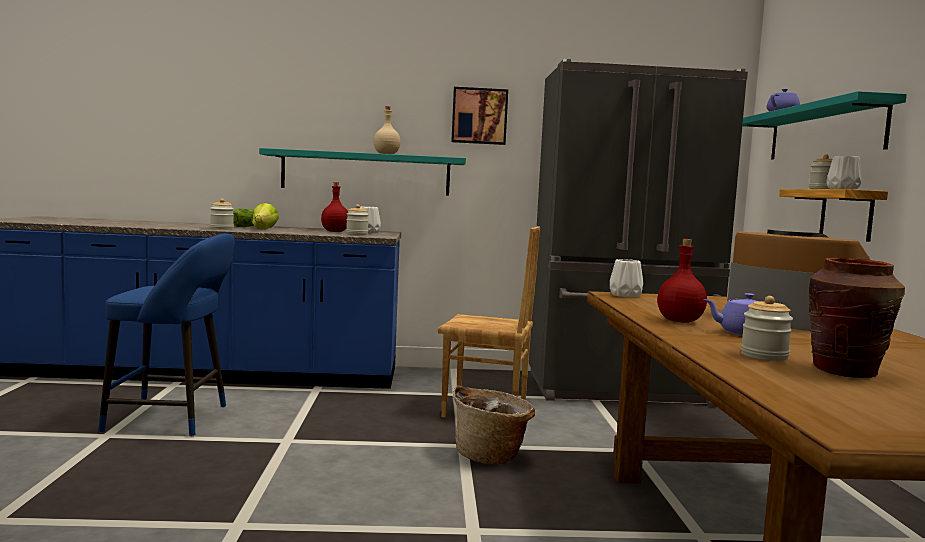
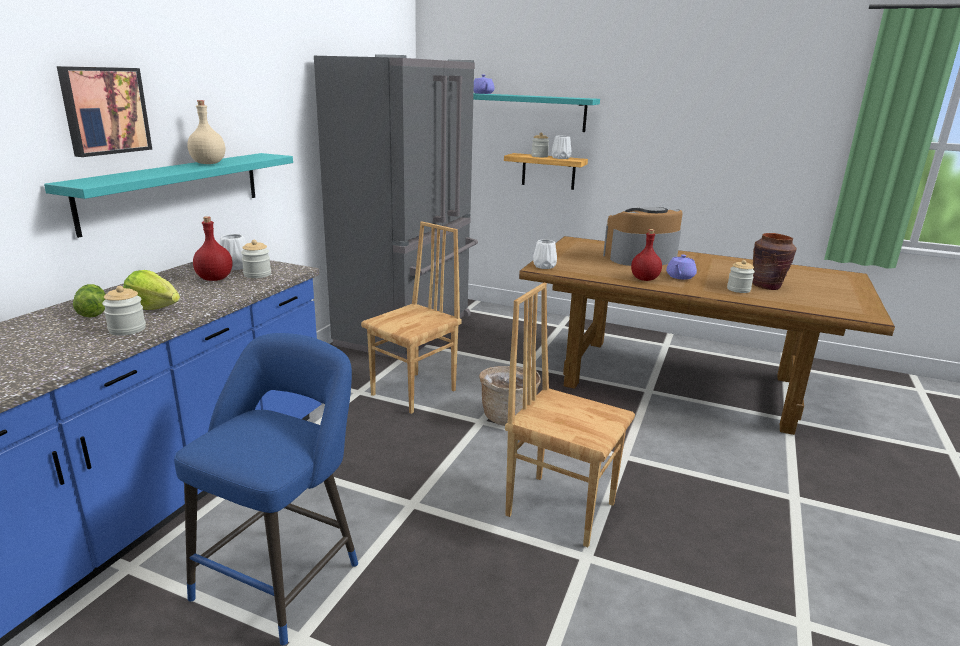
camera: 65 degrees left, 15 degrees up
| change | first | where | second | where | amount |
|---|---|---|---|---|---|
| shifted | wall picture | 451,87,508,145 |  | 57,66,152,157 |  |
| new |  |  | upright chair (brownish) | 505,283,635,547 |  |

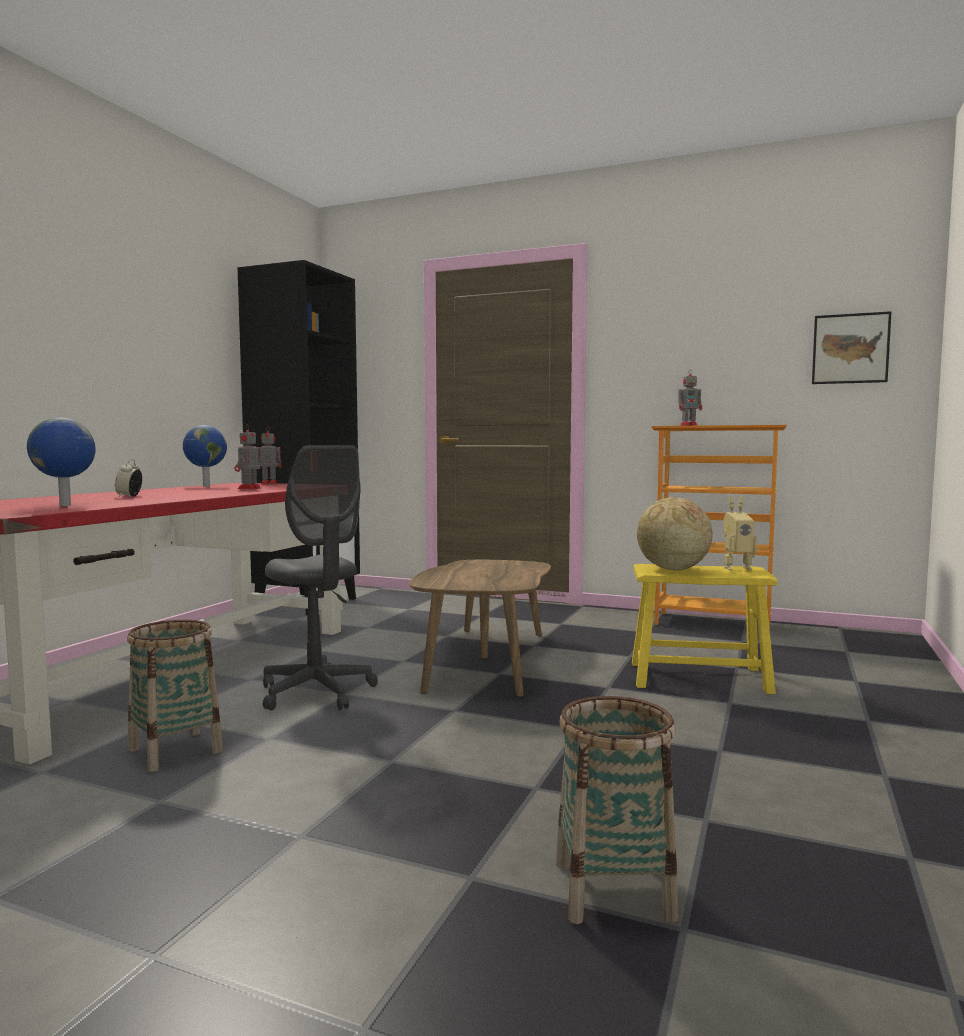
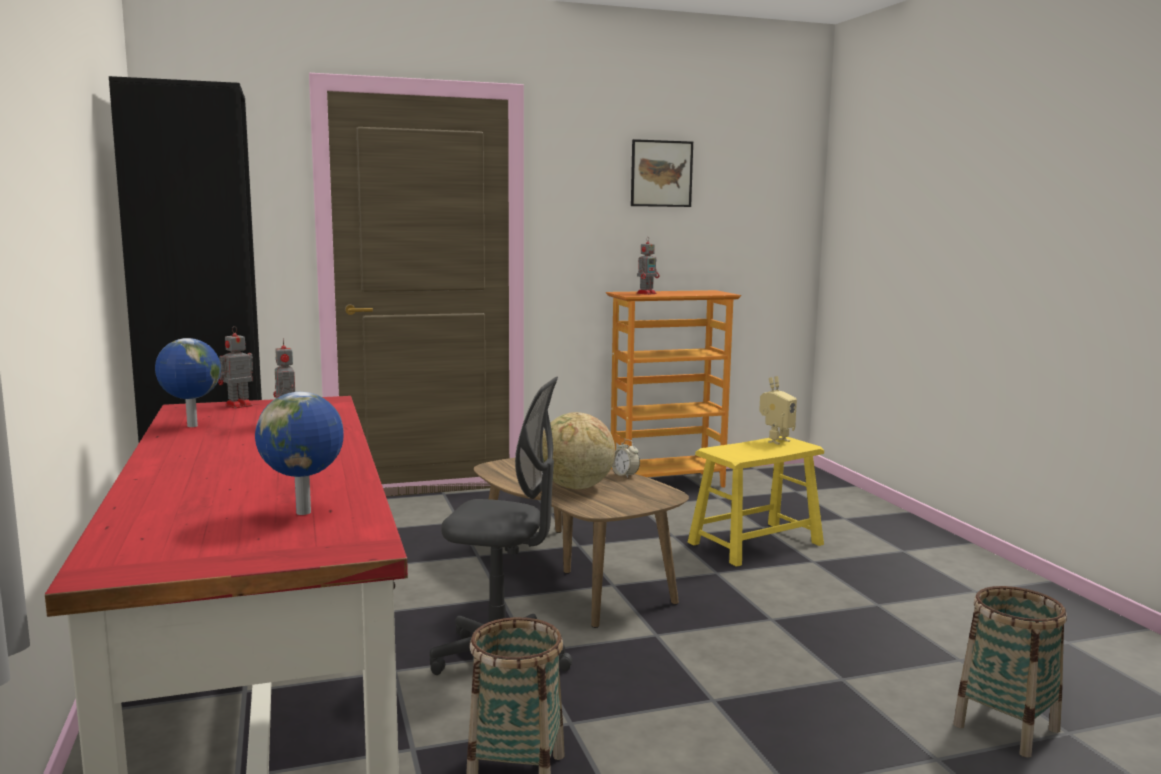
camera: 40 degrees left, 5 degrees up
| change | first | where | second | where | amount |
|---|---|---|---|---|---|
| shifted | world globe | 637,497,713,571 |  | 542,412,615,489 |  |
| shifted | alarm clock | 115,459,142,497 |  | 612,439,640,478 |  |
| shifted | wall picture | 812,311,892,384 |  | 631,139,693,207 |  |

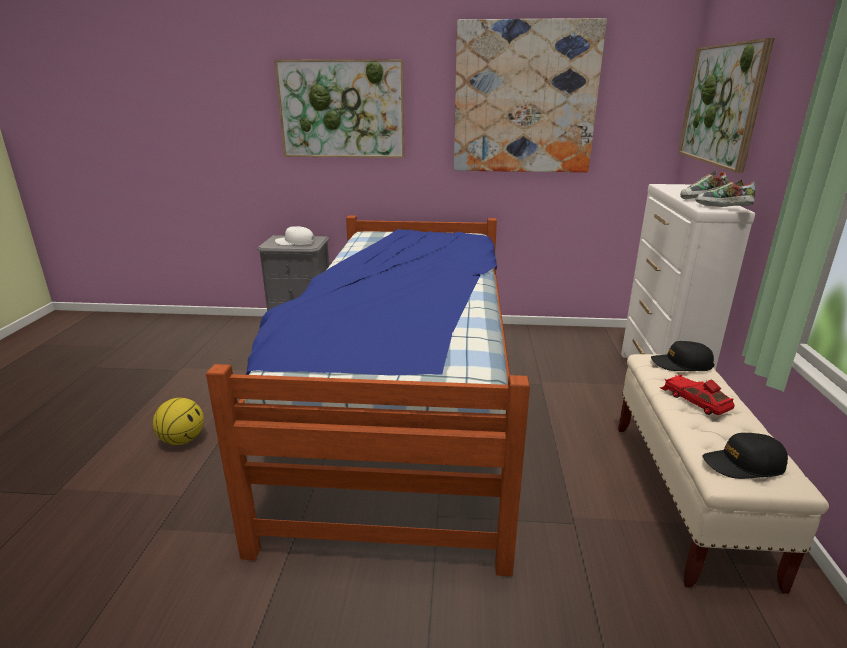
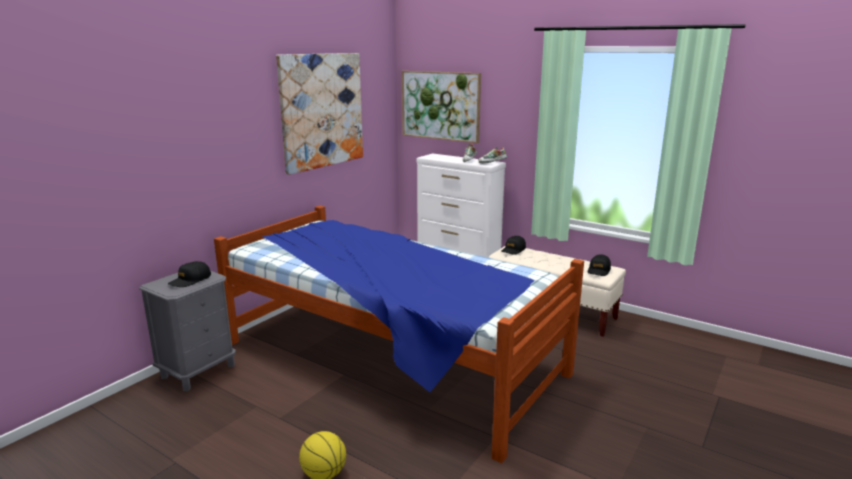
camera: 60 degrees left, 5 degrees down
| change | first | where | second | where | amount |
|---|---|---|---|---|---|
| repainted | peaked cap (white) | 275,226,315,246 | peaked cap (black) | 168,261,211,287 |  |
| gone | wall picture | 274,59,405,158 |  |  |  |
| gone | miniature car (red-coloured) | 660,374,735,415 |  |  |  |

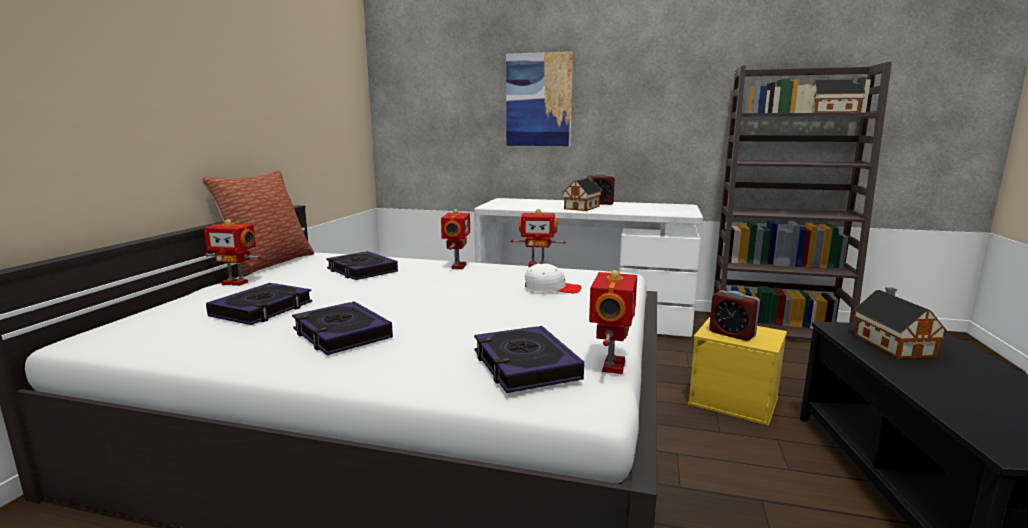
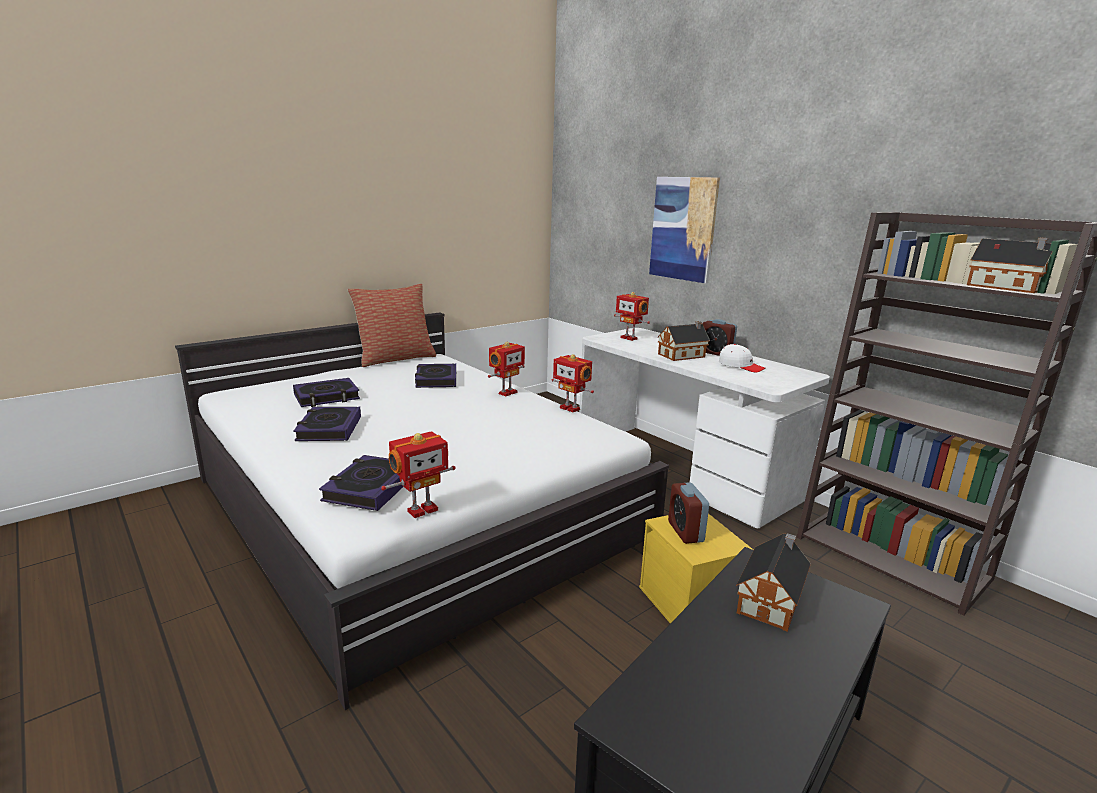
camera: 35 degrees right, 5 degrees up
| change | first | where | second | where | amount |
|---|---|---|---|---|---|
| shifted | model robot | 204,219,262,286 |  | 614,292,650,341 |  |
| shifted | peaked cap (white) | 525,263,581,293 |  | 719,344,765,372 |  |

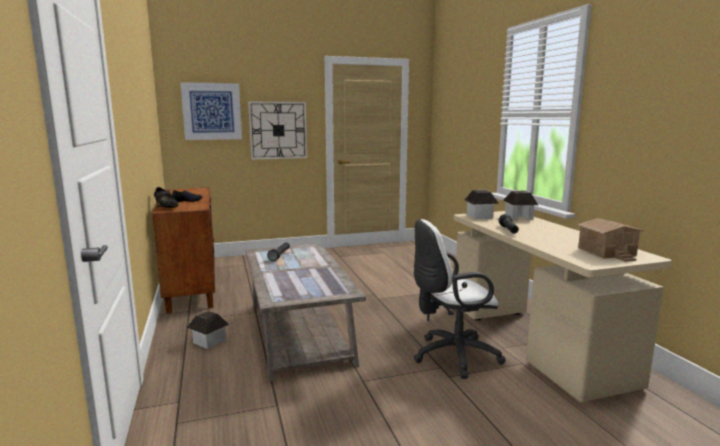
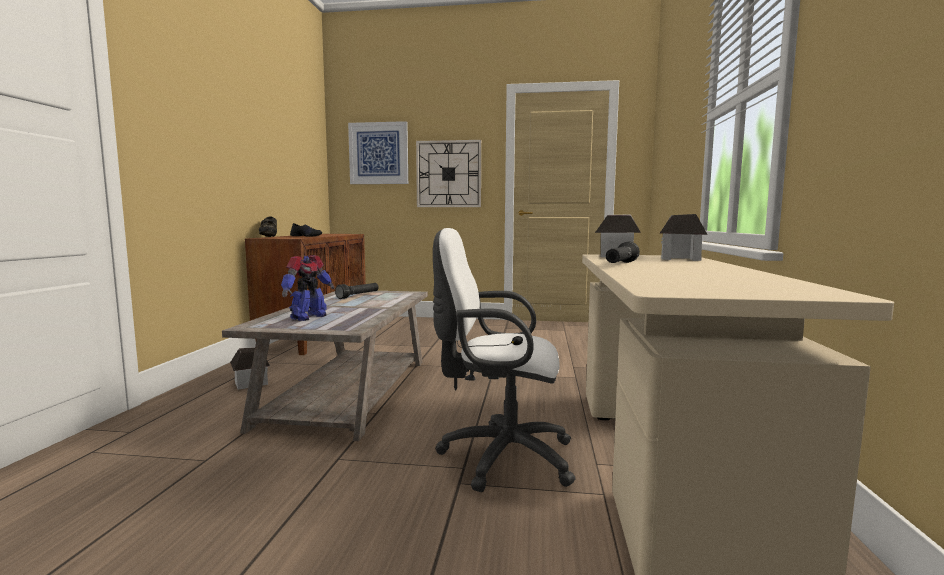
camera: 25 degrees right, 5 degrees down
| change | first | where | second | where | amount |
|---|---|---|---|---|---|
| new |  |  | model robot | 281,255,335,321 |  |
| gone | toy house | 577,218,644,262 |  |  |  |

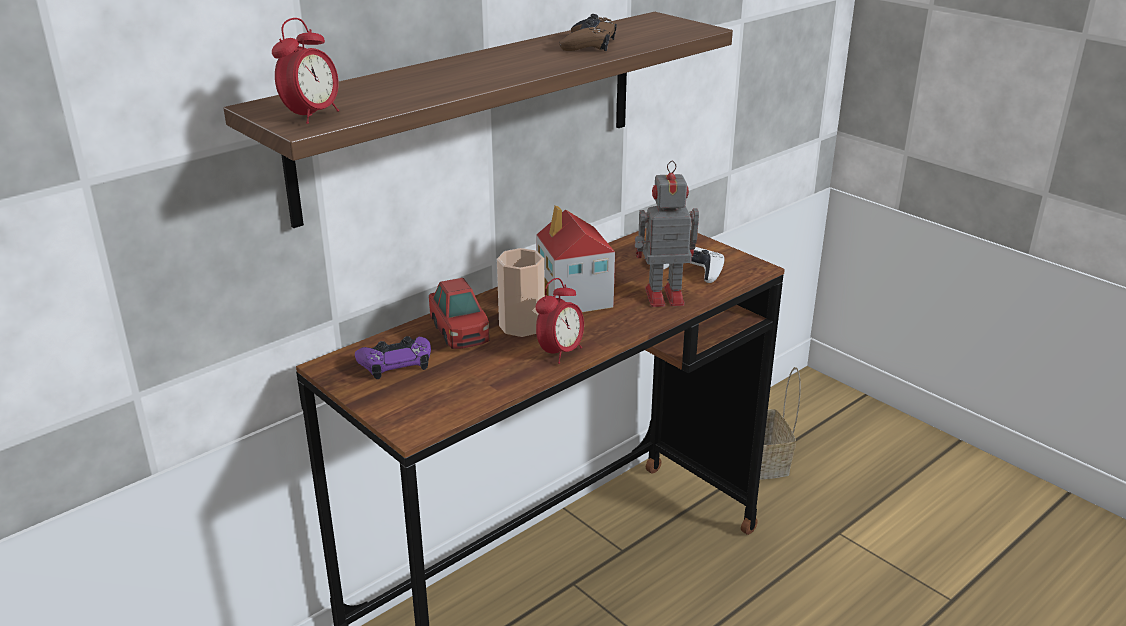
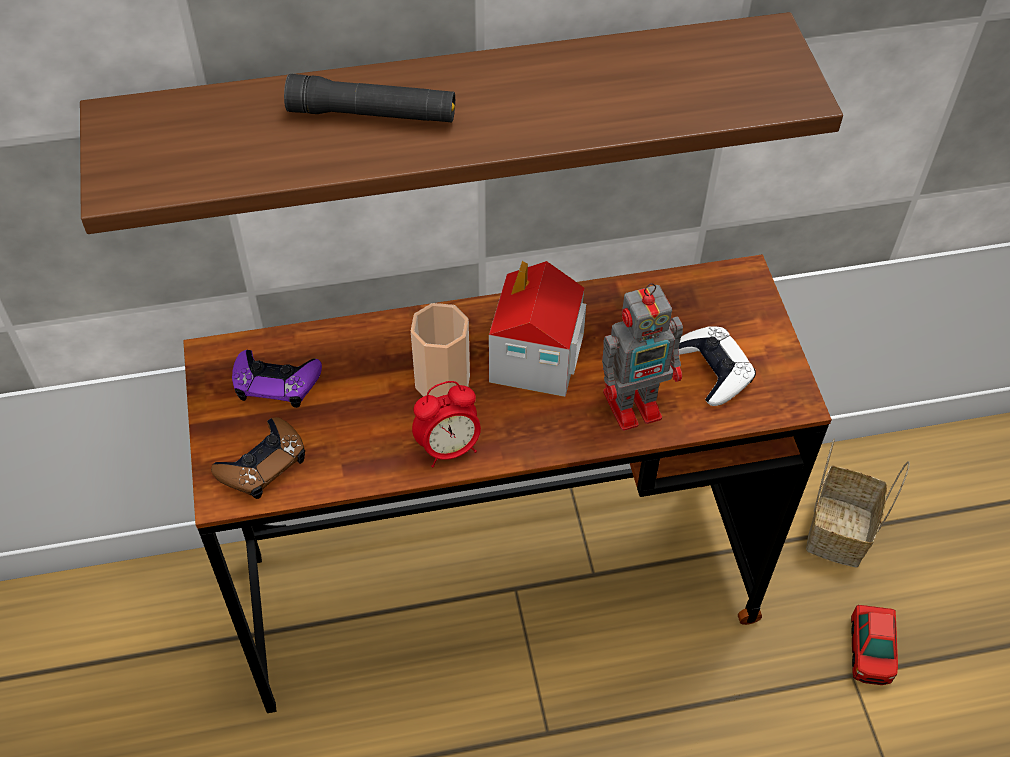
camera: 30 degrees right, 25 degrees up
| change | first | where | second | where | amount |
|---|---|---|---|---|---|
| shifted | game controller (brownish) | 559,14,617,51 |  | 211,417,305,499 |  |
| new |  |  | torch (black) | 284,74,455,122 |  |
| rotated | model robot | 634,160,699,307 |  | 602,283,683,431 | 135 degrees clockwise |
| shifted | miniature car | 429,278,489,349 |  | 851,605,898,685 |  |
| gone | alarm clock | 272,18,339,124 |  |  |  |

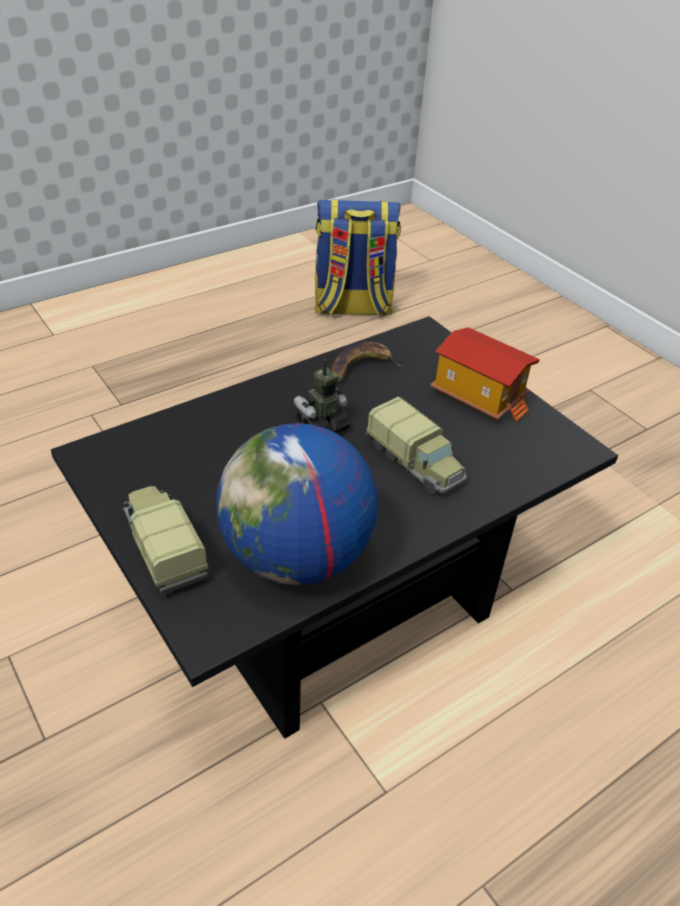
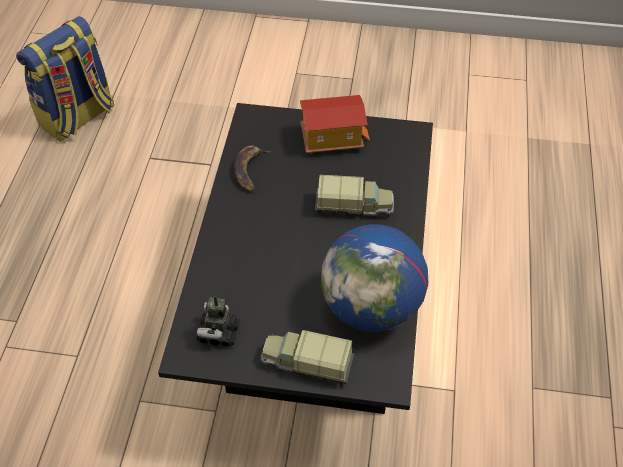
camera: 45 degrees left, 10 degrees up
| change | first | where | second | where | amount |
|---|---|---|---|---|---|
| shifted | model robot | 294,359,350,433 |  | 196,296,240,347 |  |

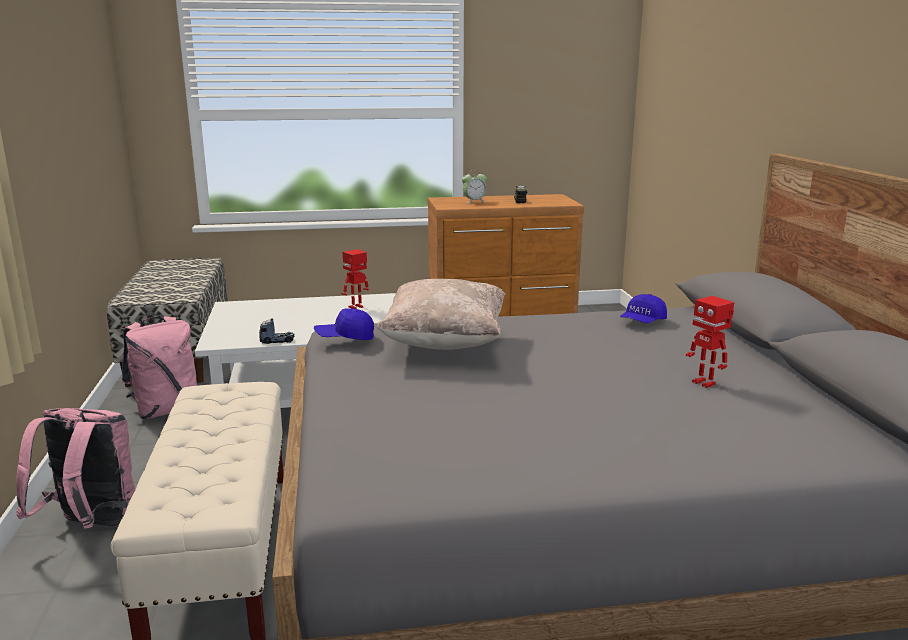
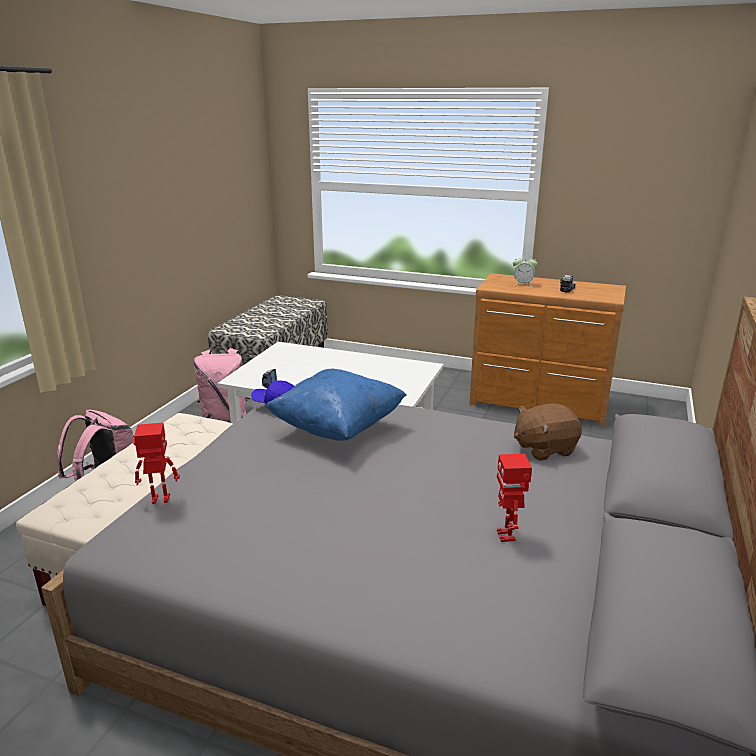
camera: 30 degrees right, 5 degrees up
| change | first | where | second | where | amount |
|---|---|---|---|---|---|
| shifted | model robot | 341,249,369,309 |  | 133,423,180,504 |  |
| repainted | pillow (beige-coloured) | 376,279,505,350 | pillow (bluish) | 265,369,407,441 |  |
| swapped | peaked cap (bluish) | 620,294,667,323 | cuddly toy (brownish) | 514,403,582,461 |  |

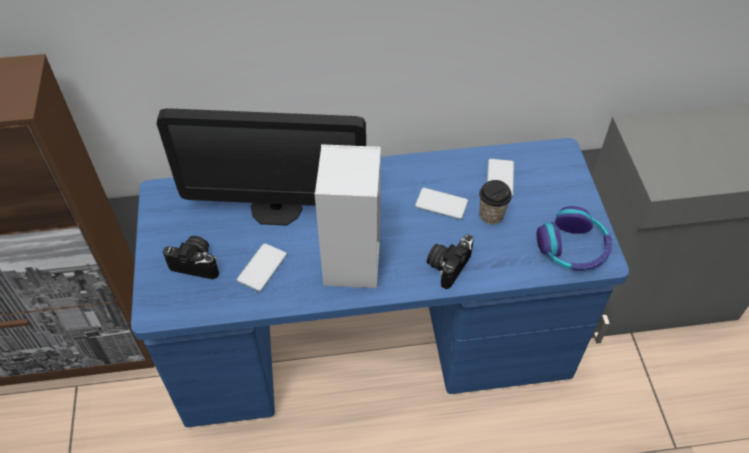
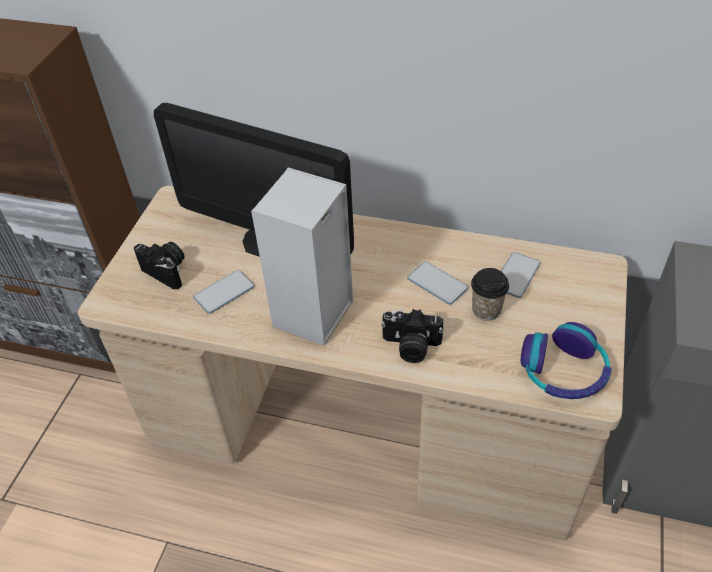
camera: 25 degrees right, 5 degrees down
| change | first | where | second | where | amount |
|---|---|---|---|---|---|
| repainted | desk table (bluish) | 131,138,629,427 | desk table (beige-coloured) | 78,186,628,541 |  |
| rotated | still camera | 427,234,474,289 |  | 381,309,444,363 | 135 degrees counterclockwise |

